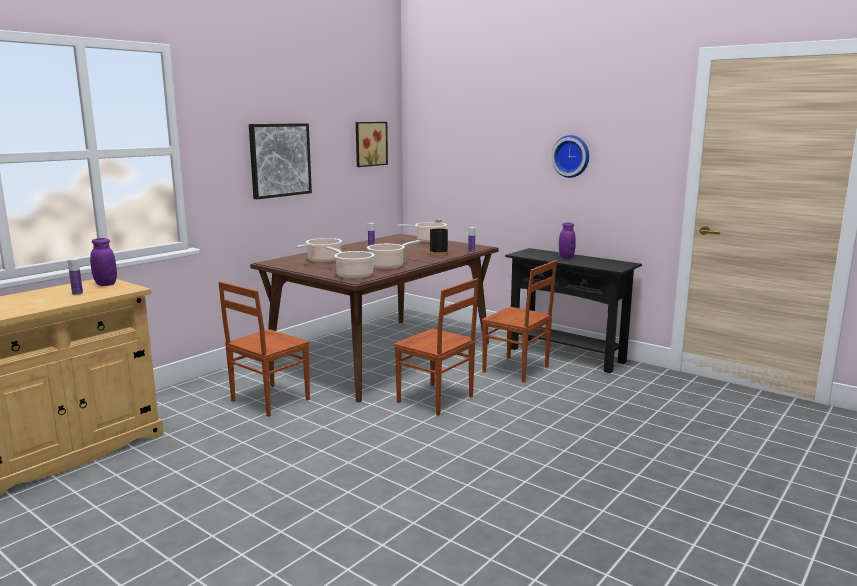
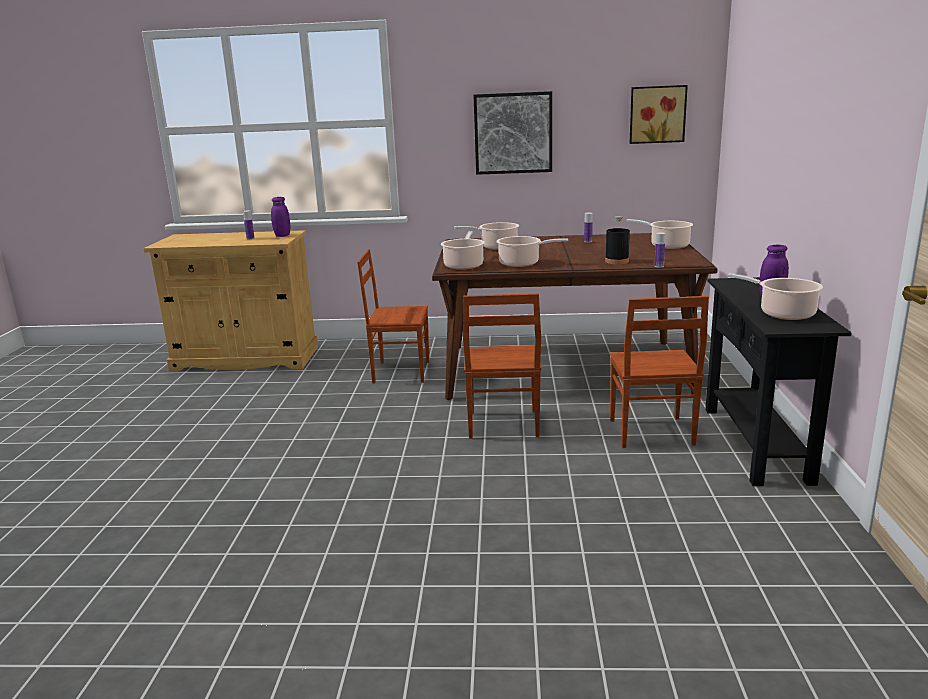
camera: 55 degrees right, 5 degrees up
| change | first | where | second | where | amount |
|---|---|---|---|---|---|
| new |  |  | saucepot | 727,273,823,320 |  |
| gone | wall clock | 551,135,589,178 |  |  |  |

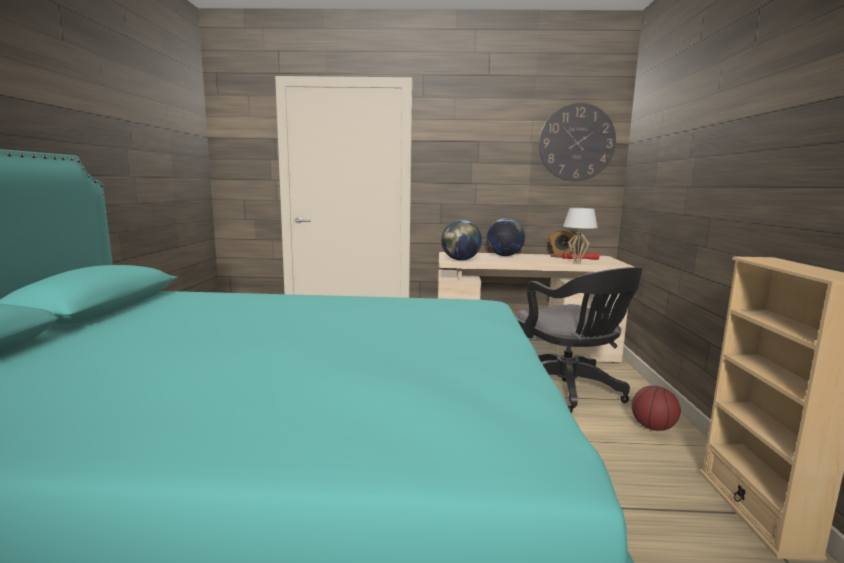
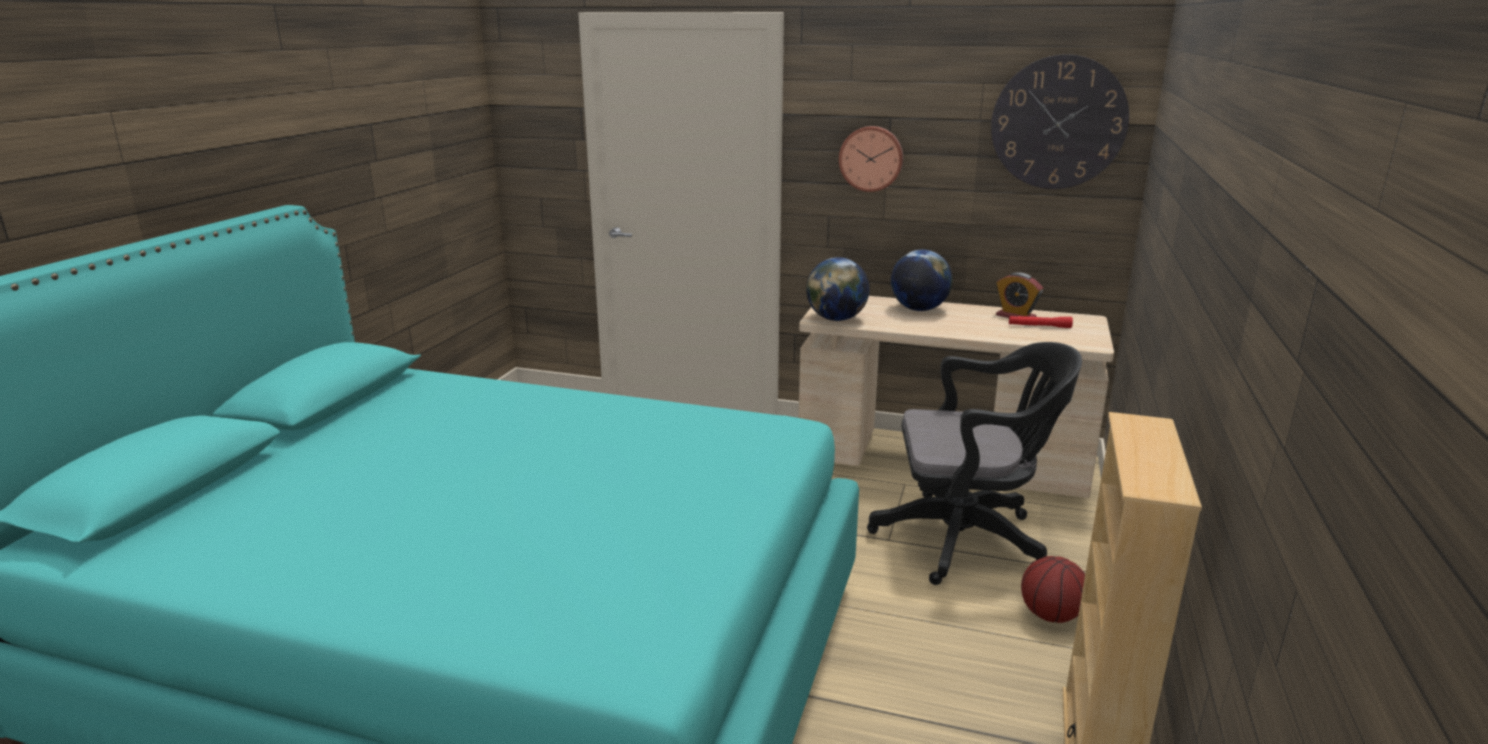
camera: 15 degrees right, 10 degrees up
| change | first | where | second | where | amount |
|---|---|---|---|---|---|
| new |  |  | wall clock | 839,126,903,192 |  |
| rotated | desk chair (black) | 516,267,643,413 |  | 867,342,1082,585 | 75 degrees counterclockwise |
| gone | tabletop lamp (white) | 563,208,598,264 |  |  |  |

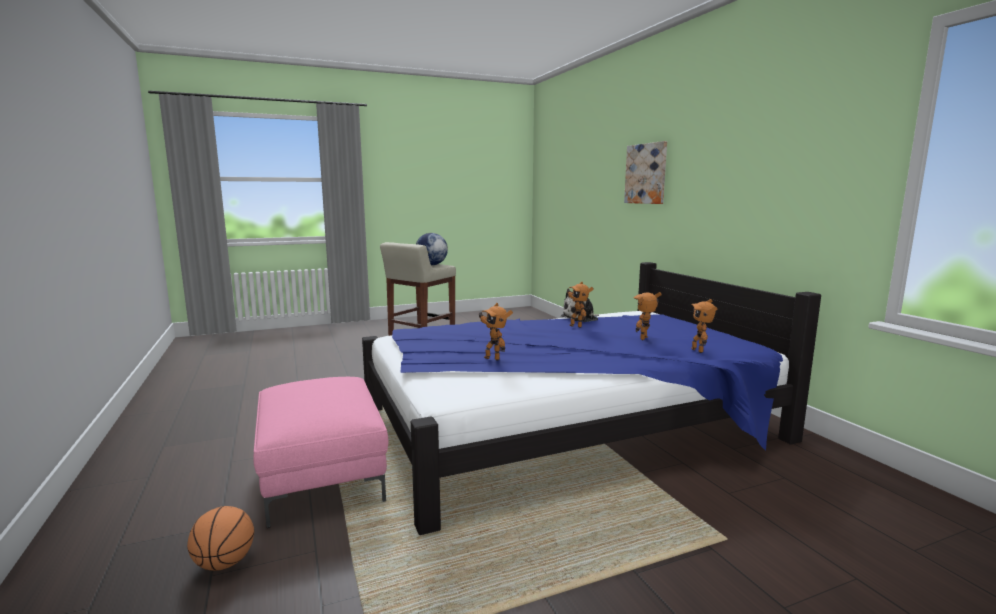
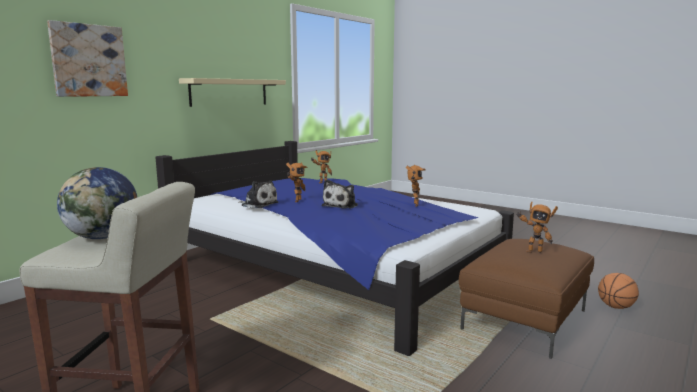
camera: 120 degrees left, 0 degrees up
| change | first | where | second | where | amount |
|---|---|---|---|---|---|
| new |  |  | shelf (beige-coloured) | 179,78,286,107 |  |
| new |  |  | cuddly toy | 322,179,358,209 |  |
| repainted | footrest (pink-coloured) | 253,377,388,528 | footrest (brownish) | 459,239,594,359 |  |
| shifted | model robot | 634,292,662,340 |  | 517,202,558,253 |  |

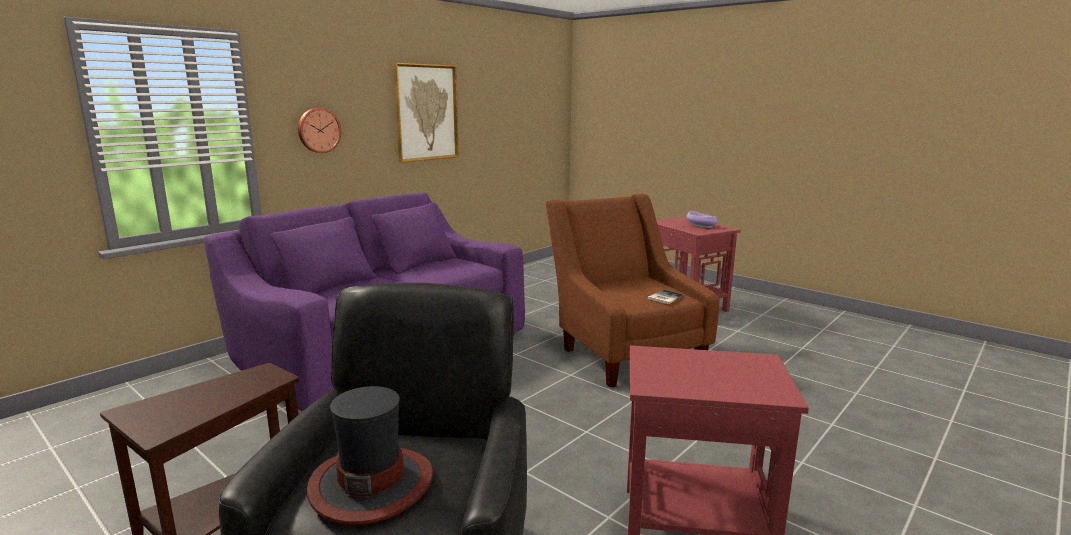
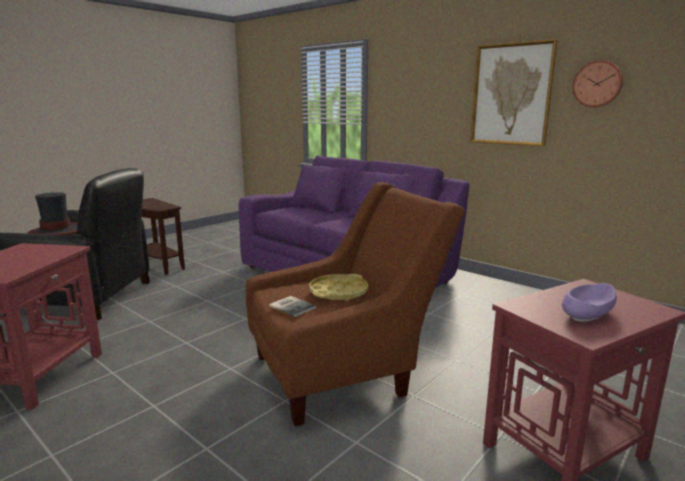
camera: 90 degrees right, 0 degrees up
| change | first | where | second | where | amount |
|---|---|---|---|---|---|
| new |  |  | carrying tray (yellowish) | 310,274,368,301 |  |
| shifted | wall clock | 298,108,341,153 |  | 573,60,623,107 |  |

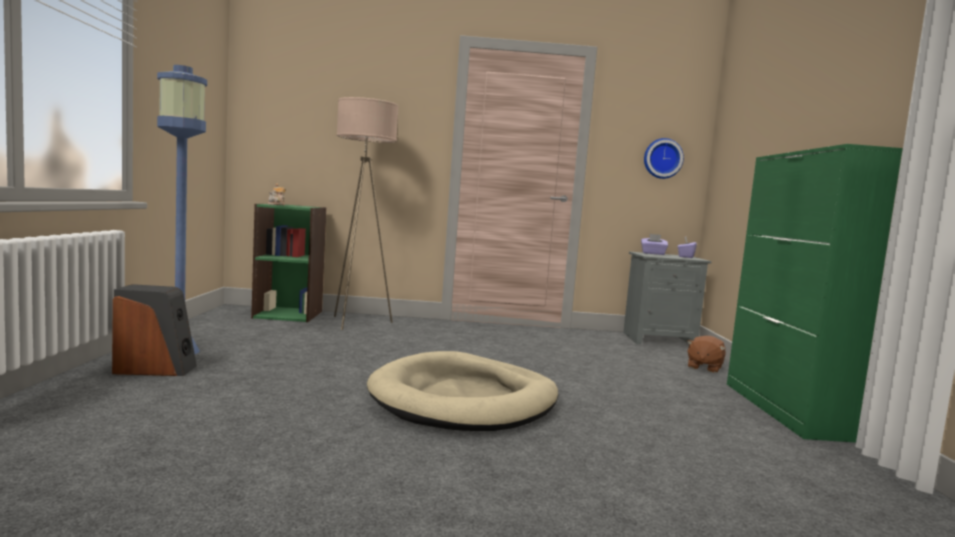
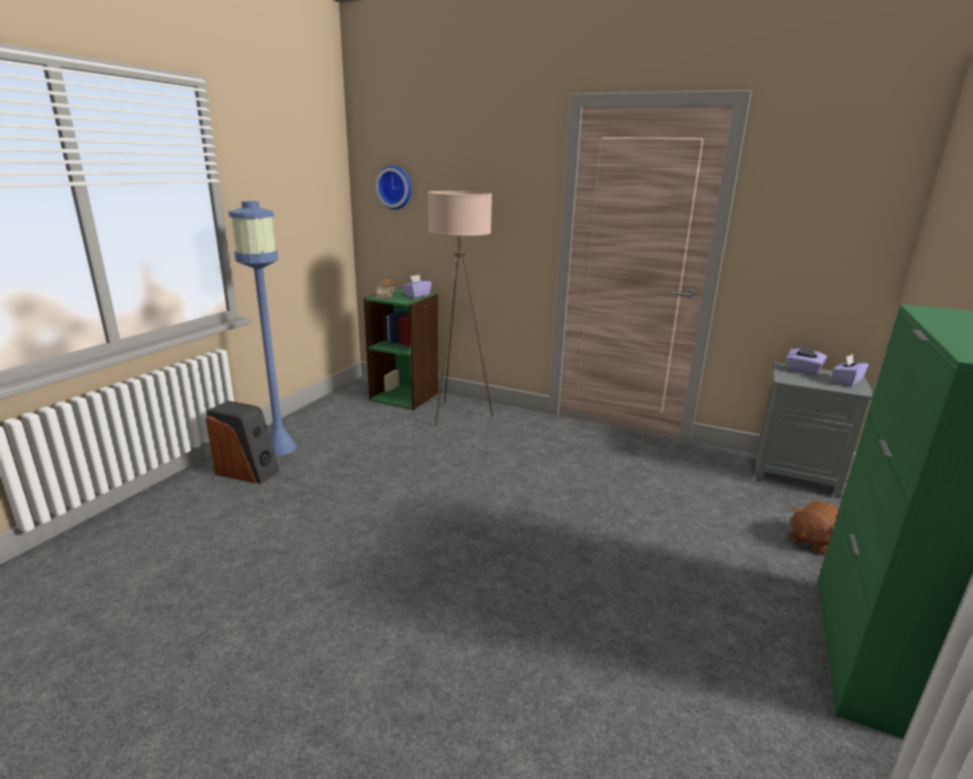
camera: 25 degrees right, 15 degrees up
| change | first | where | second | where | amount |
|---|---|---|---|---|---|
| shifted | wall clock | 644,138,684,179 |  | 375,166,411,210 |  |
| new |  |  | tissue holder (purple) | 402,275,432,298 |  |
| gone | dog bed (beige-coloured) | 367,351,559,431 |  |  |  |

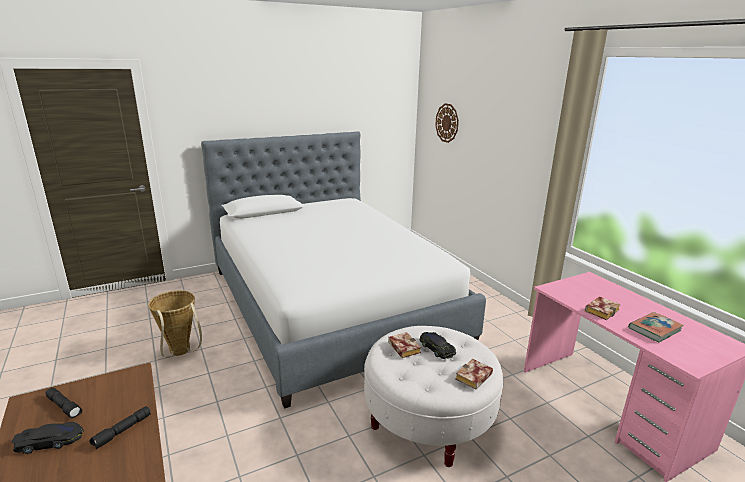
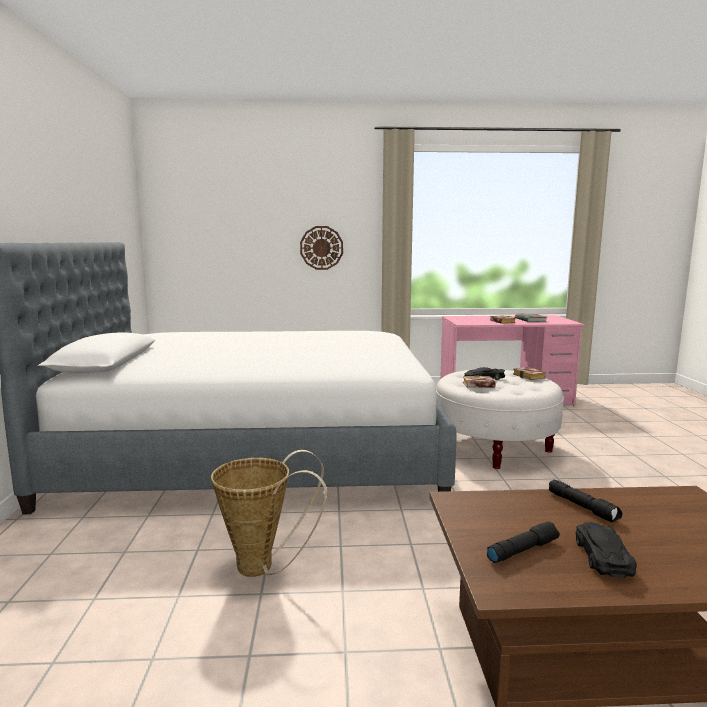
camera: 65 degrees left, 10 degrees down
| change | first | where | second | where | amount |
|---|---|---|---|---|---|
| shifted | wall clock | 435,103,459,143 |  | 300,226,343,270 |  |

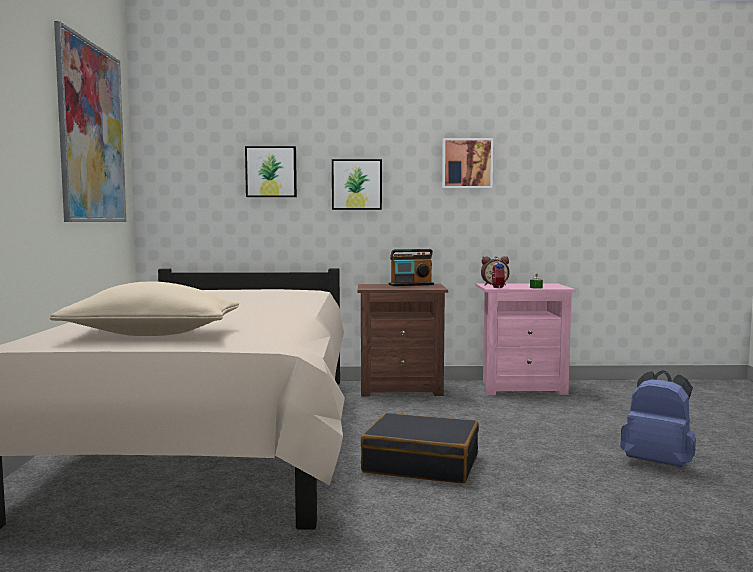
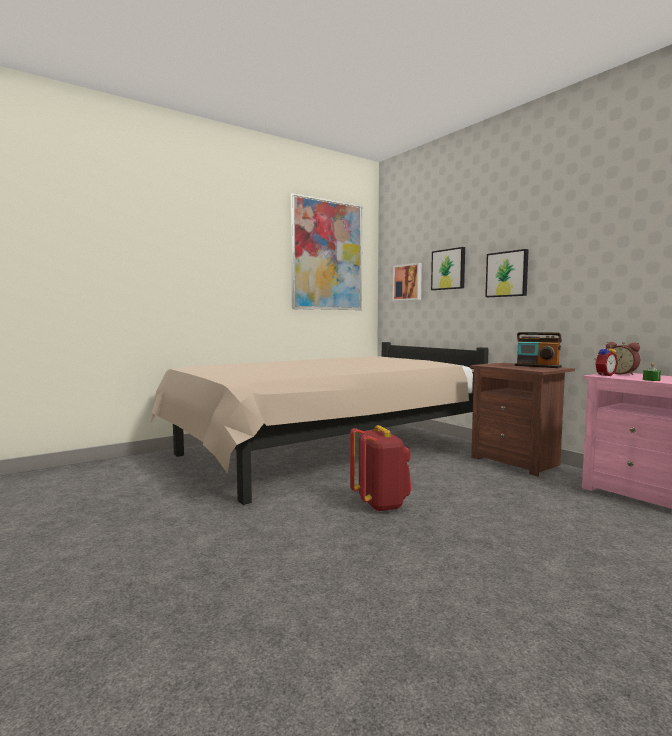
camera: 55 degrees right, 0 degrees up
| change | first | where | second | where | amount |
|---|---|---|---|---|---|
| swapped | suitcase (black) | 361,413,479,483 | backpack (red-coloured) | 350,425,411,512 |  |
| shifted | wall picture | 442,138,493,189 |  | 393,263,422,301 |  |
| gone | pillow (beige-coloured) | 50,282,239,336 |  |  |  |
| gone | backpack (bluish) | 620,370,696,467 |  |  |  |

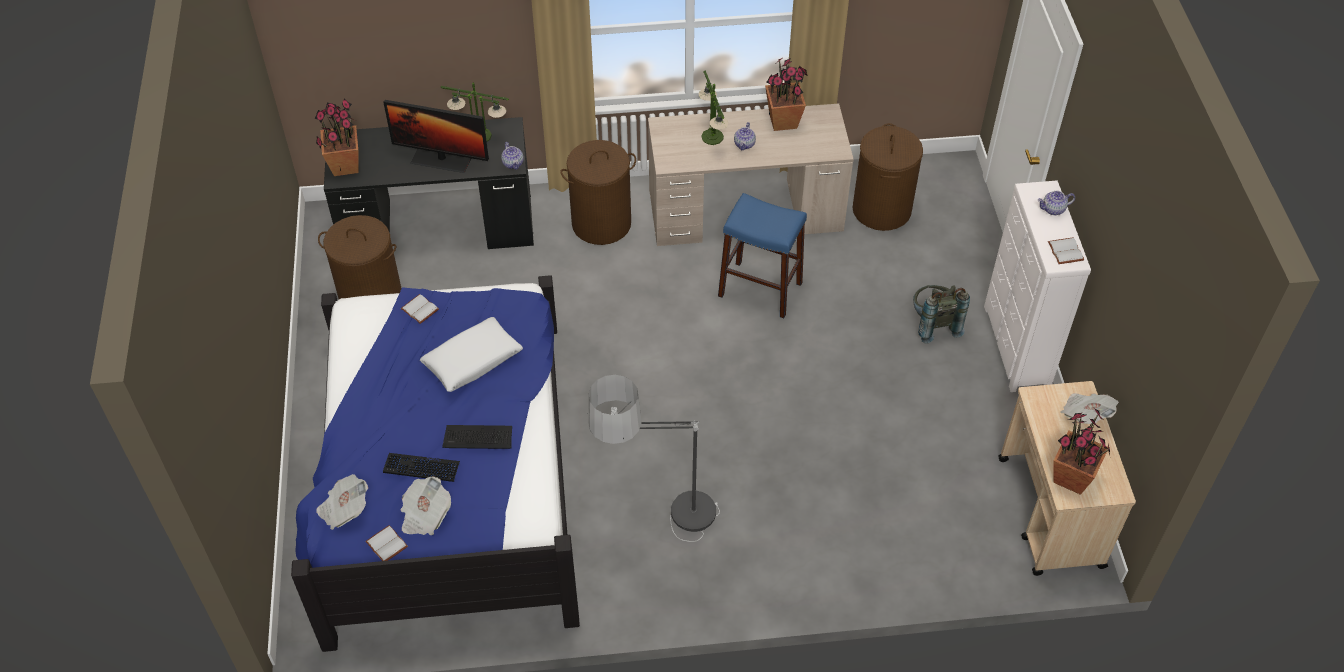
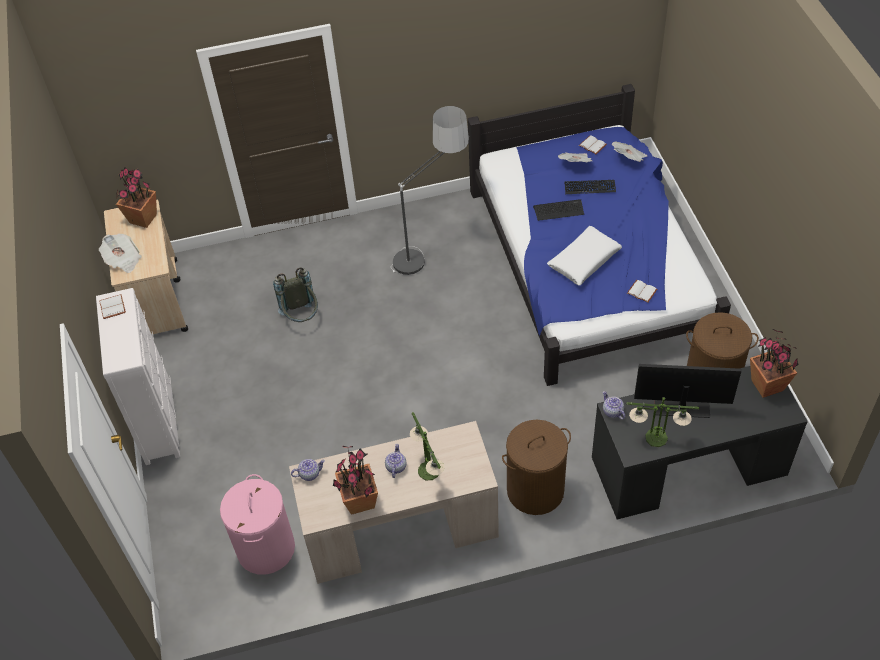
camera: 175 degrees right, 0 degrees up
| change | first | where | second | where | amount |
|---|---|---|---|---|---|
| repainted | laundry basket (brownish) | 852,123,923,231 | laundry basket (pink-coloured) | 220,474,295,575 |  |
| shifted | backpack (grey) | 913,285,970,344 |  | 273,267,318,322 |  |
| shifted | teapot | 1038,191,1075,215 |  | 291,459,325,481 |  |
| gone | sitting stool (bluish) | 718,193,807,318 |  |  |  |

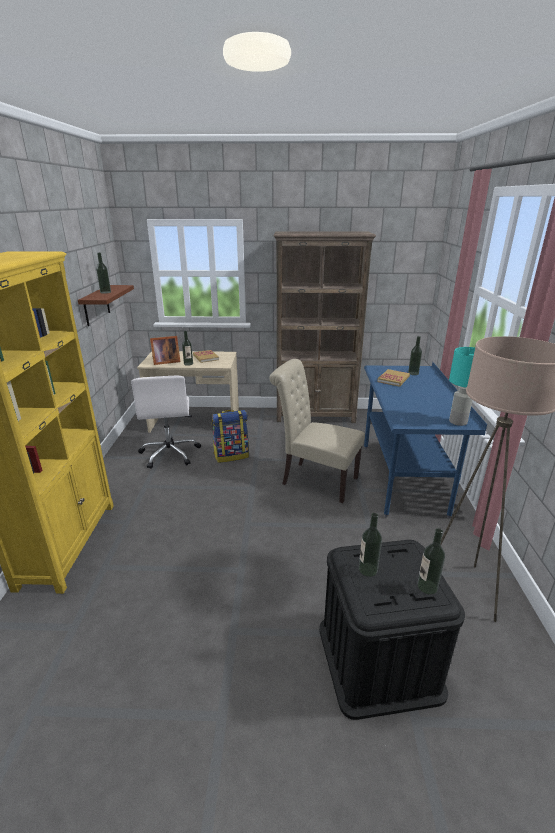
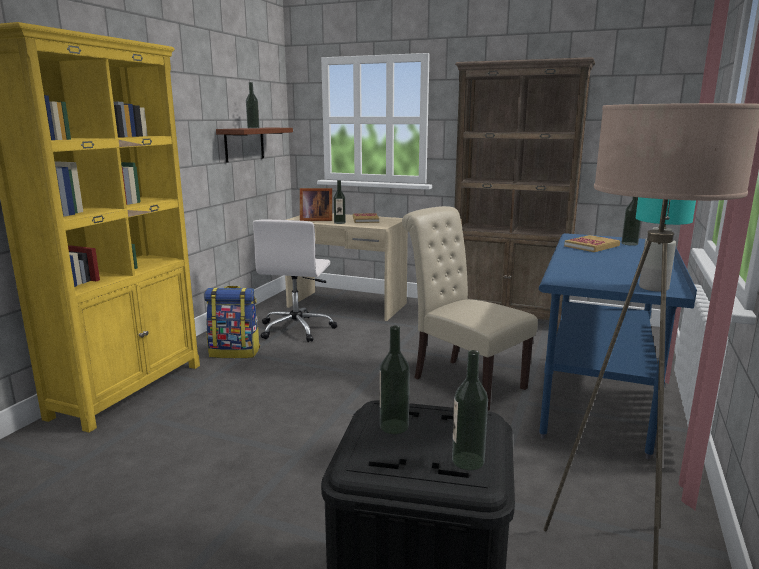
camera: 20 degrees right, 10 degrees down
| change | first | where | second | where | amount |
|---|---|---|---|---|---|
| shifted | backpack | 212,410,249,463 |  | 204,286,260,358 |  |

